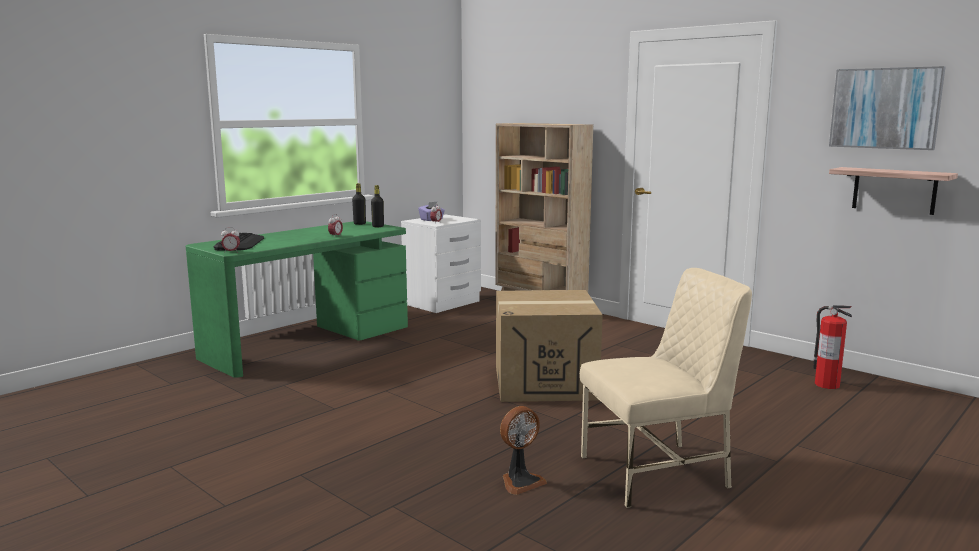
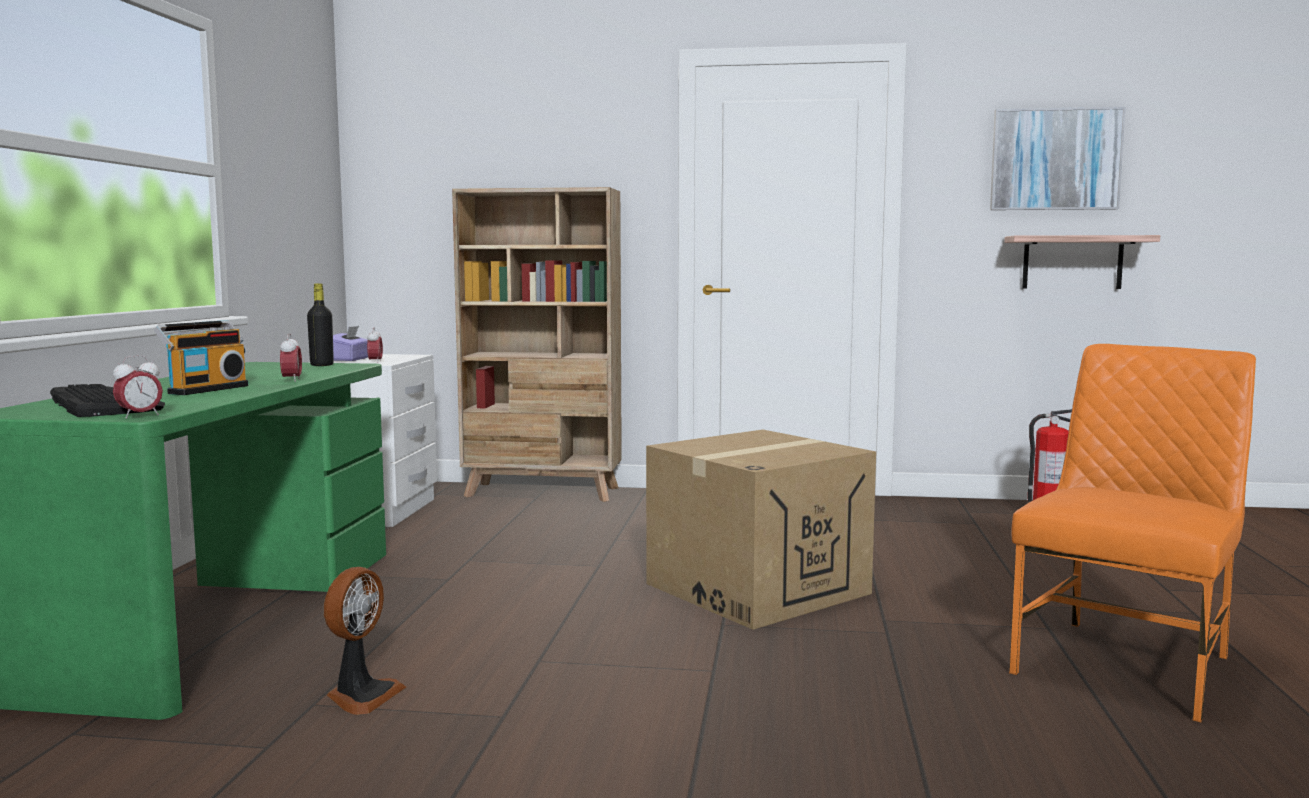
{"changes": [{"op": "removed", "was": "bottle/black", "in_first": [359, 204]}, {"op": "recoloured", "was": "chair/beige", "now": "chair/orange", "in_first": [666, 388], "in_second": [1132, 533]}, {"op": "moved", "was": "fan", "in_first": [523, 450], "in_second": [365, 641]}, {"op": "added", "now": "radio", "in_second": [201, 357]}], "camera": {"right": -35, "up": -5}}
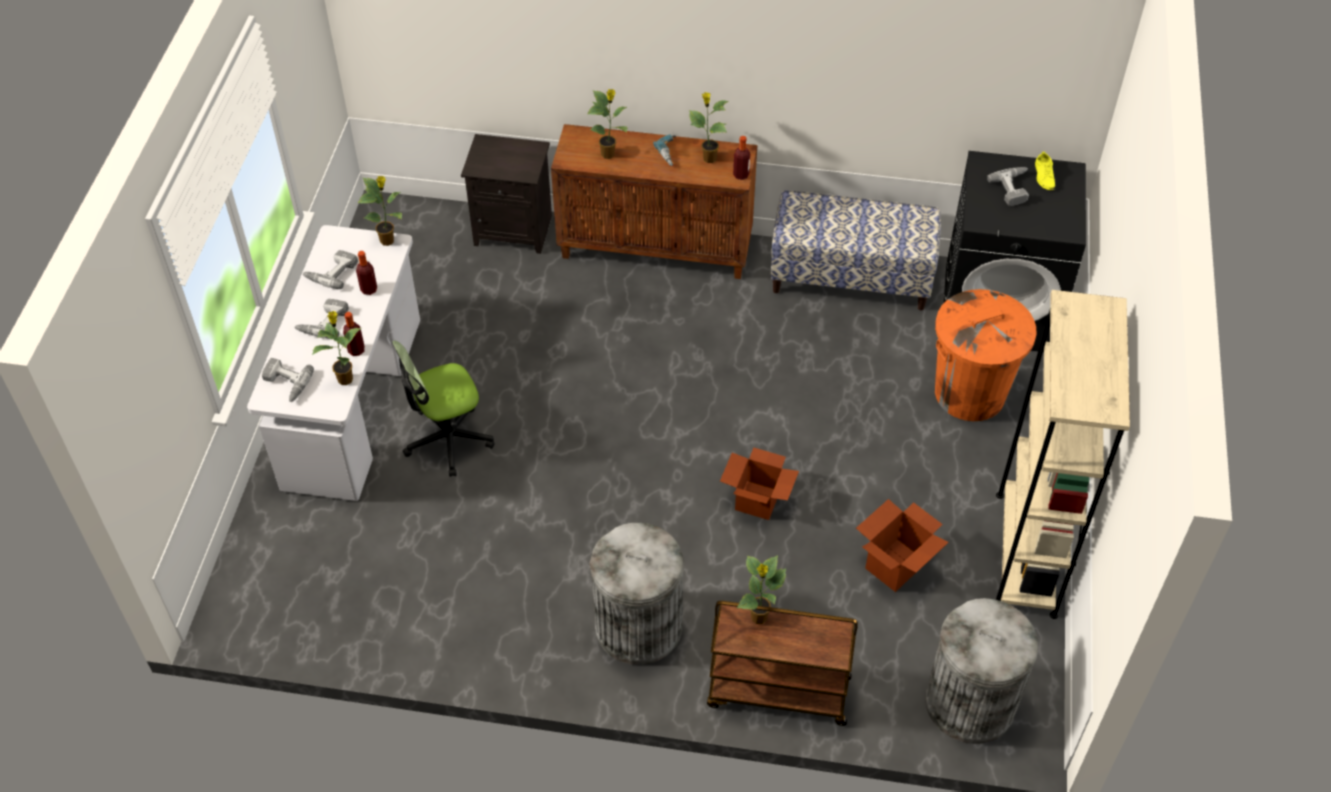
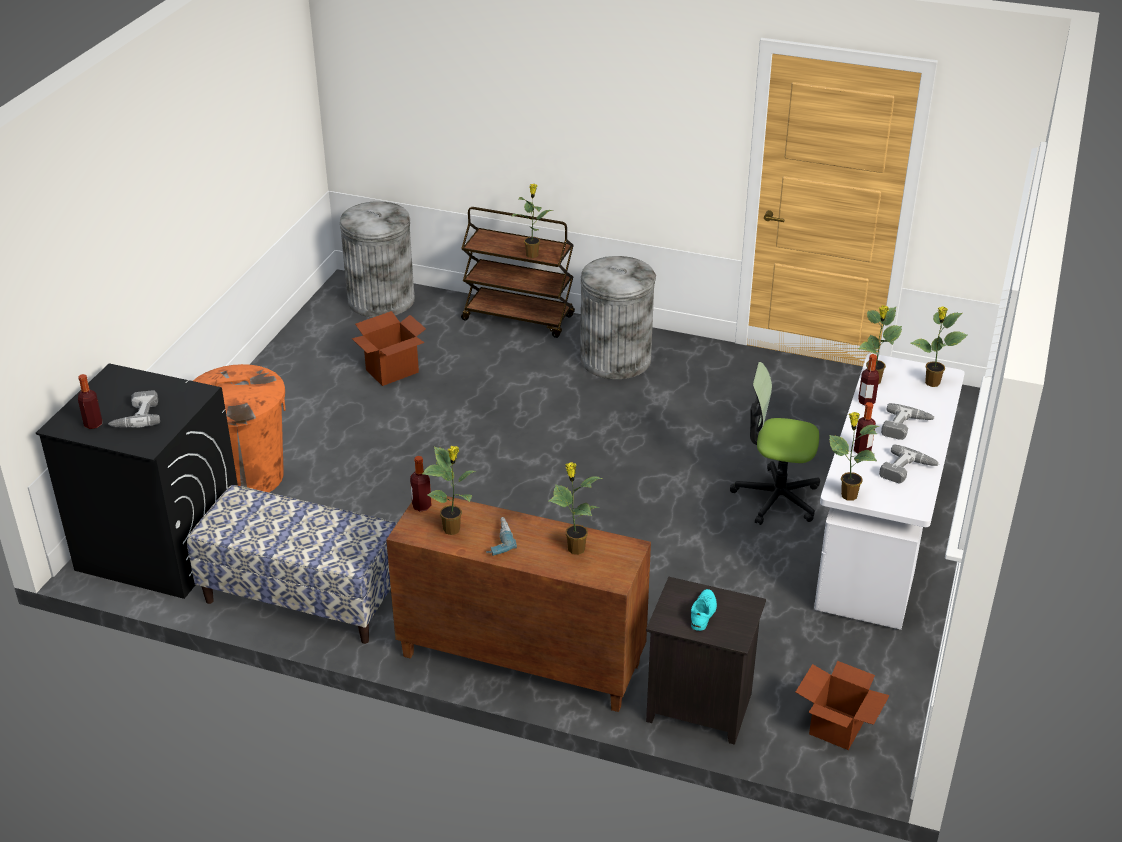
{"changes": [{"op": "replaced", "was": "shoe/yellow", "now": "bottle", "in_first": [1045, 171], "in_second": [90, 401]}, {"op": "removed", "was": "bookcase/beige", "in_first": [1063, 454]}, {"op": "turned", "was": "office chair", "in_first": [443, 409], "in_second": [775, 443], "clockwise": -150}, {"op": "replaced", "was": "power drill", "now": "potted plant", "in_first": [288, 380], "in_second": [939, 346]}, {"op": "moved", "was": "cardboard box", "in_first": [759, 483], "in_second": [843, 705]}, {"op": "added", "now": "shoe/turquoise", "in_second": [704, 610]}], "camera": {"right": -170, "up": -15}}
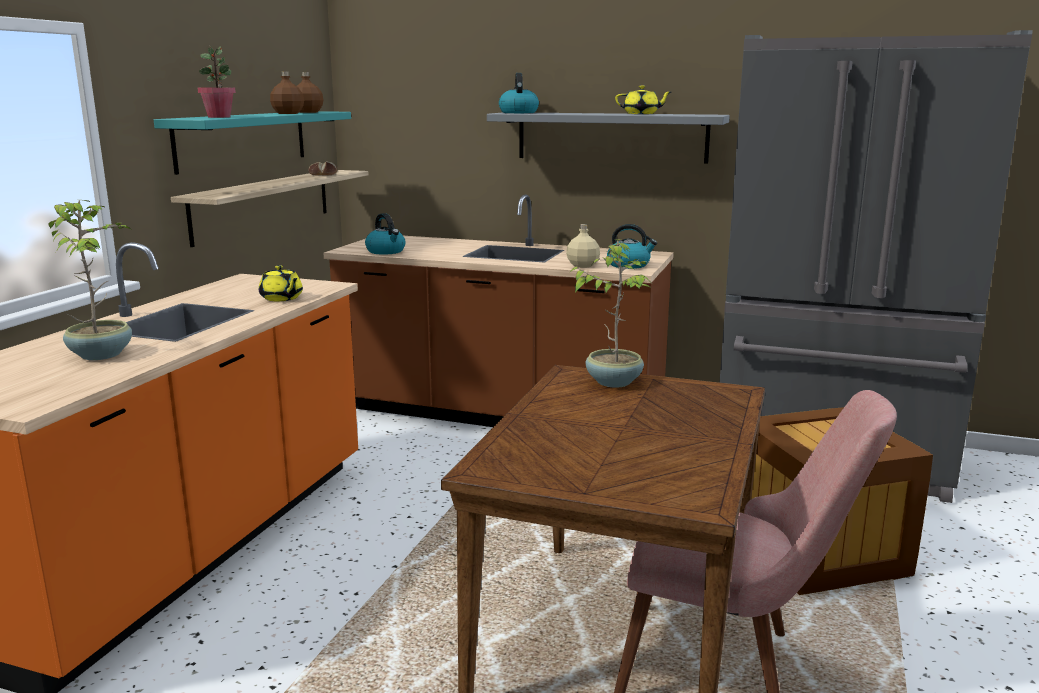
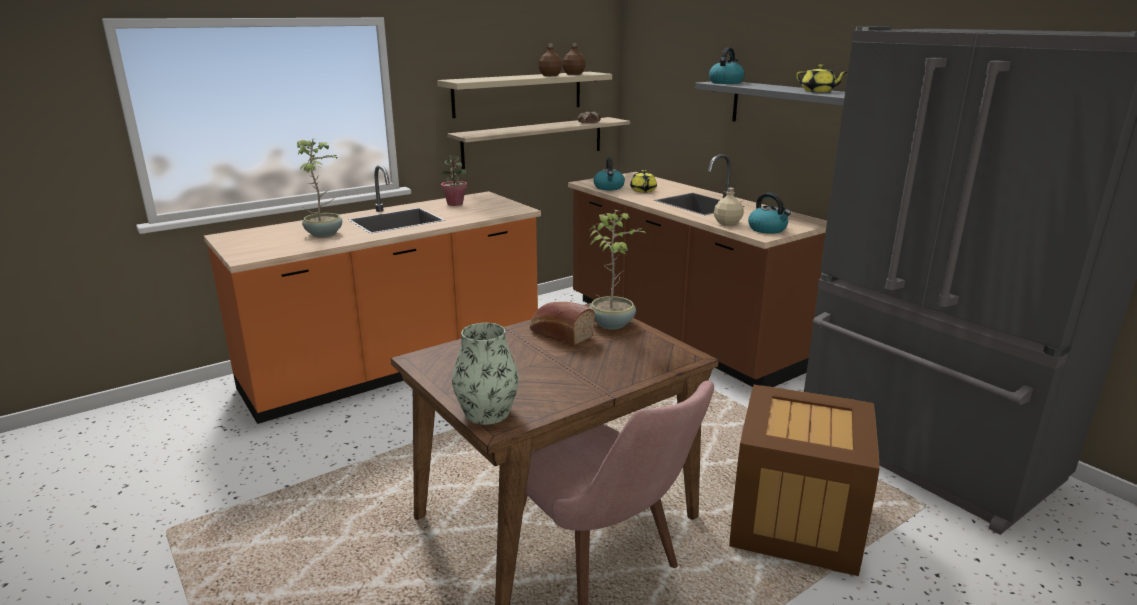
{"changes": [{"op": "moved", "was": "potted plant", "in_first": [217, 82], "in_second": [454, 180]}, {"op": "recoloured", "was": "shelf/turquoise", "now": "shelf/beige", "in_first": [252, 143], "in_second": [524, 95]}, {"op": "moved", "was": "teapot/yellow", "in_first": [281, 283], "in_second": [643, 181]}, {"op": "added", "now": "bread", "in_second": [562, 324]}, {"op": "added", "now": "vase", "in_second": [485, 374]}], "camera": {"right": 35, "up": 5}}
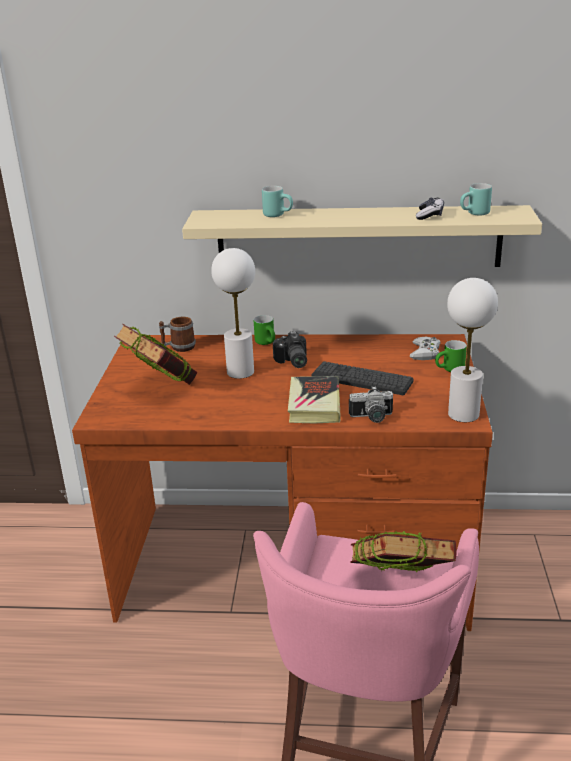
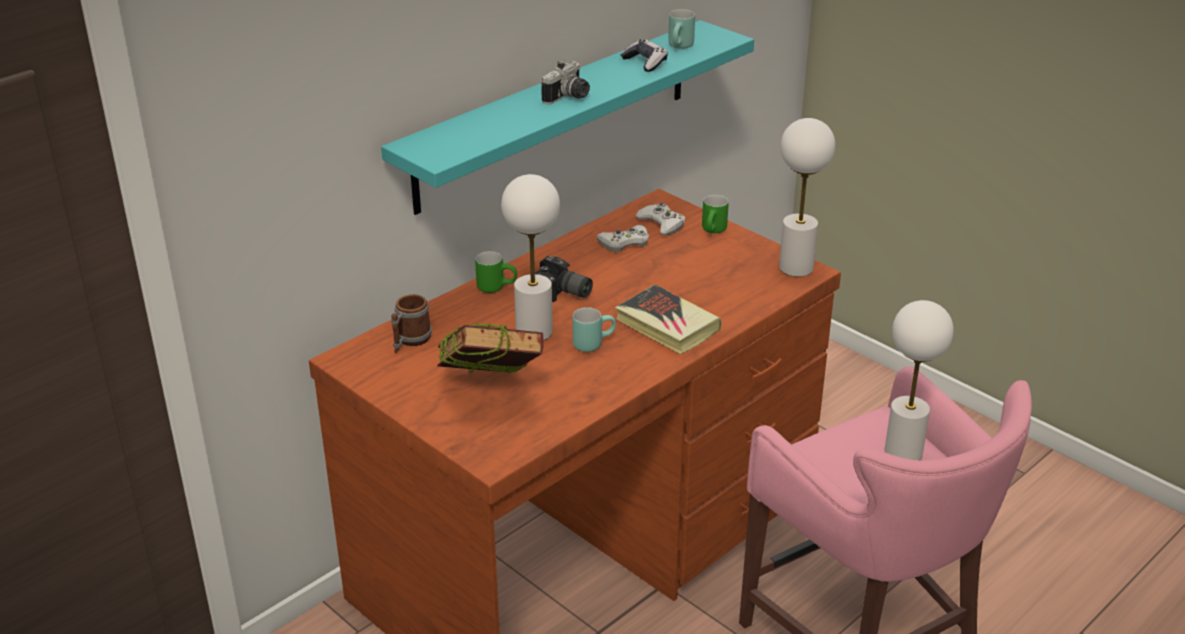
{"changes": [{"op": "moved", "was": "mug/turquoise", "in_first": [277, 201], "in_second": [594, 329]}, {"op": "recoloured", "was": "shelf/beige", "now": "shelf/turquoise", "in_first": [362, 236], "in_second": [567, 117]}, {"op": "removed", "was": "keyboard", "in_first": [362, 378]}, {"op": "moved", "was": "photo camera", "in_first": [371, 404], "in_second": [565, 82]}, {"op": "replaced", "was": "book", "now": "table lamp/white", "in_first": [403, 551], "in_second": [919, 380]}, {"op": "added", "now": "game controller/white", "in_second": [623, 238]}], "camera": {"right": -50, "up": 5}}
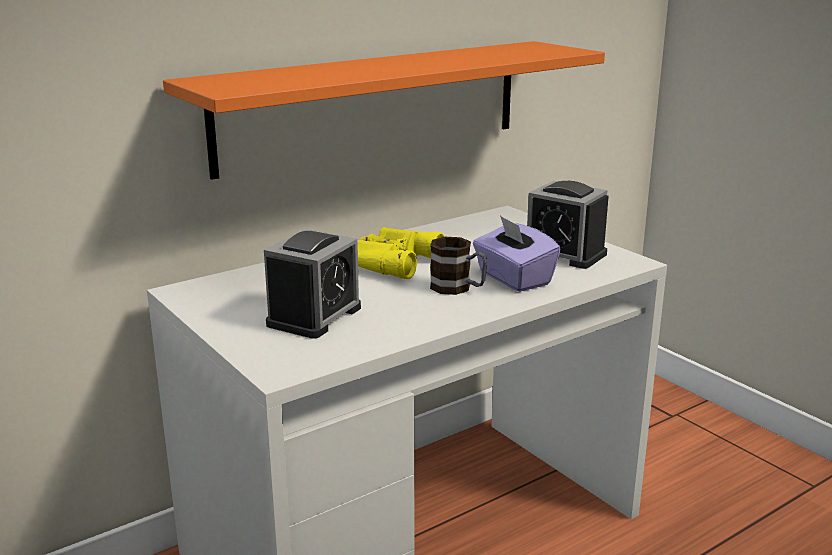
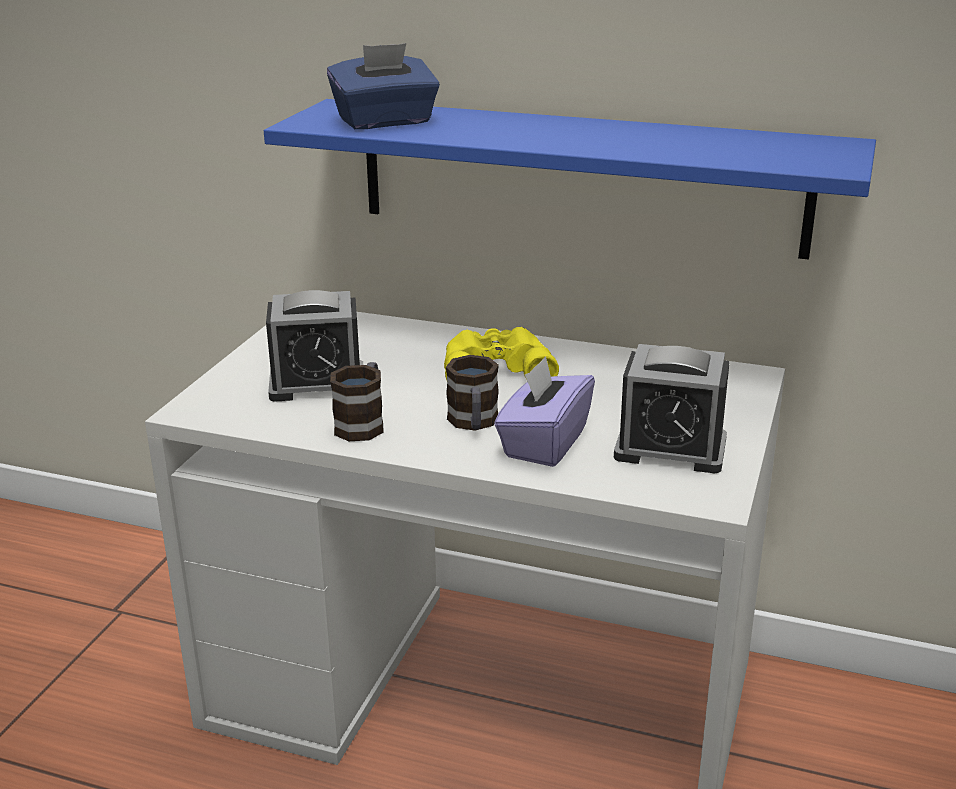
{"changes": [{"op": "recoloured", "was": "shelf/orange", "now": "shelf/blue", "in_first": [384, 110], "in_second": [570, 179]}, {"op": "turned", "was": "alarm clock", "in_first": [568, 225], "in_second": [672, 408], "clockwise": -75}, {"op": "added", "now": "tissue box/blue", "in_second": [383, 86]}, {"op": "added", "now": "mug", "in_second": [357, 401]}], "camera": {"right": 55, "up": 5}}
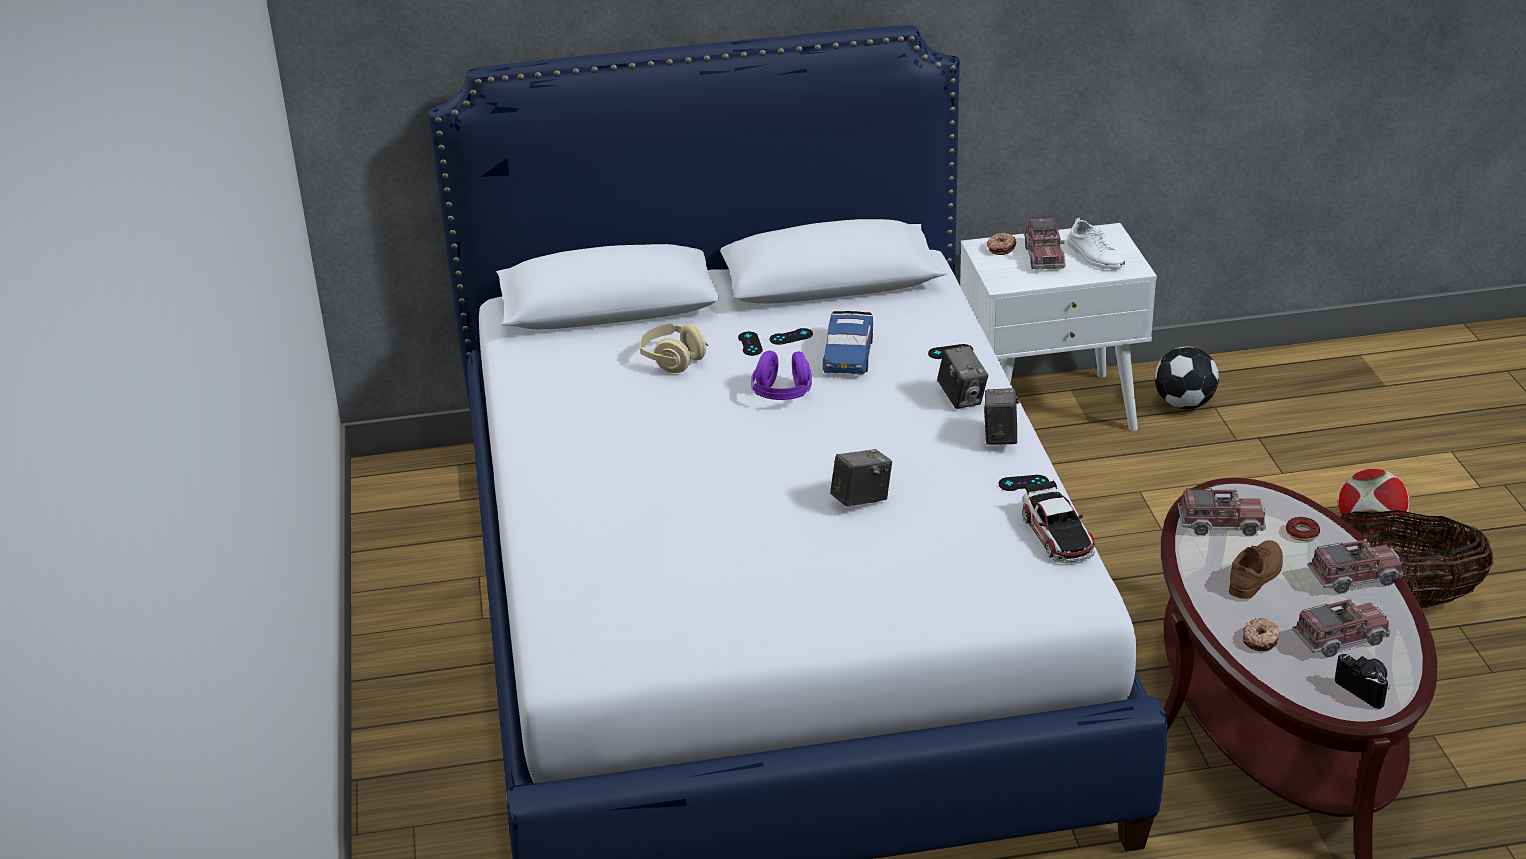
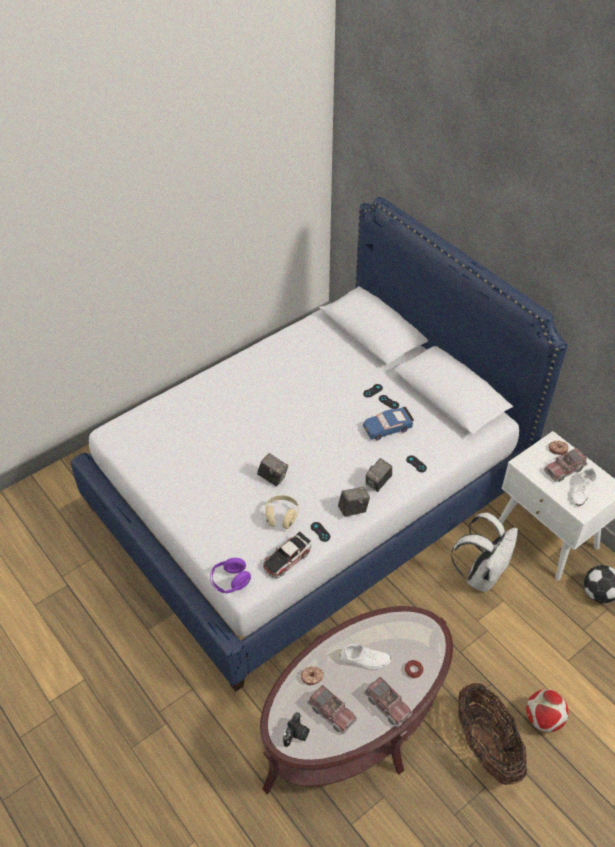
{"changes": [{"op": "moved", "was": "headphones/beige", "in_first": [673, 348], "in_second": [282, 512]}, {"op": "moved", "was": "headphones/purple", "in_first": [781, 375], "in_second": [230, 575]}, {"op": "removed", "was": "toy truck", "in_first": [1222, 512]}, {"op": "recoloured", "was": "shoe/brown", "now": "shoe/white", "in_first": [1256, 569], "in_second": [365, 657]}, {"op": "added", "now": "backpack/white", "in_second": [484, 552]}], "camera": {"right": 60, "up": 15}}
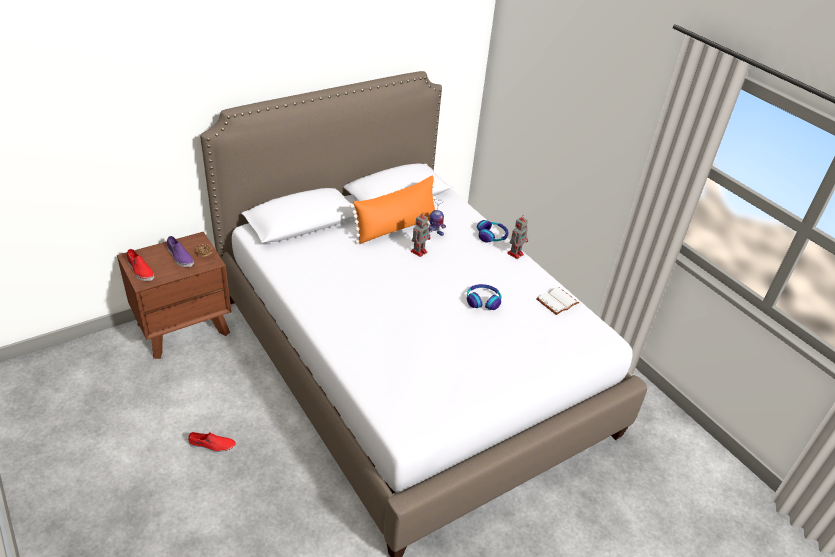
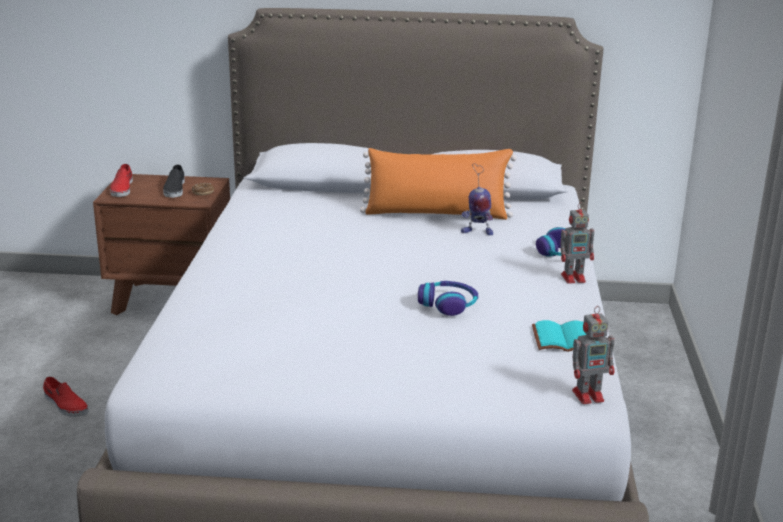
{"changes": [{"op": "moved", "was": "toy robot", "in_first": [420, 234], "in_second": [593, 355]}, {"op": "recoloured", "was": "shoe/purple", "now": "shoe/black", "in_first": [180, 251], "in_second": [174, 181]}, {"op": "recoloured", "was": "book/white", "now": "book/turquoise", "in_first": [557, 301], "in_second": [559, 336]}], "camera": {"right": 40, "up": -15}}
